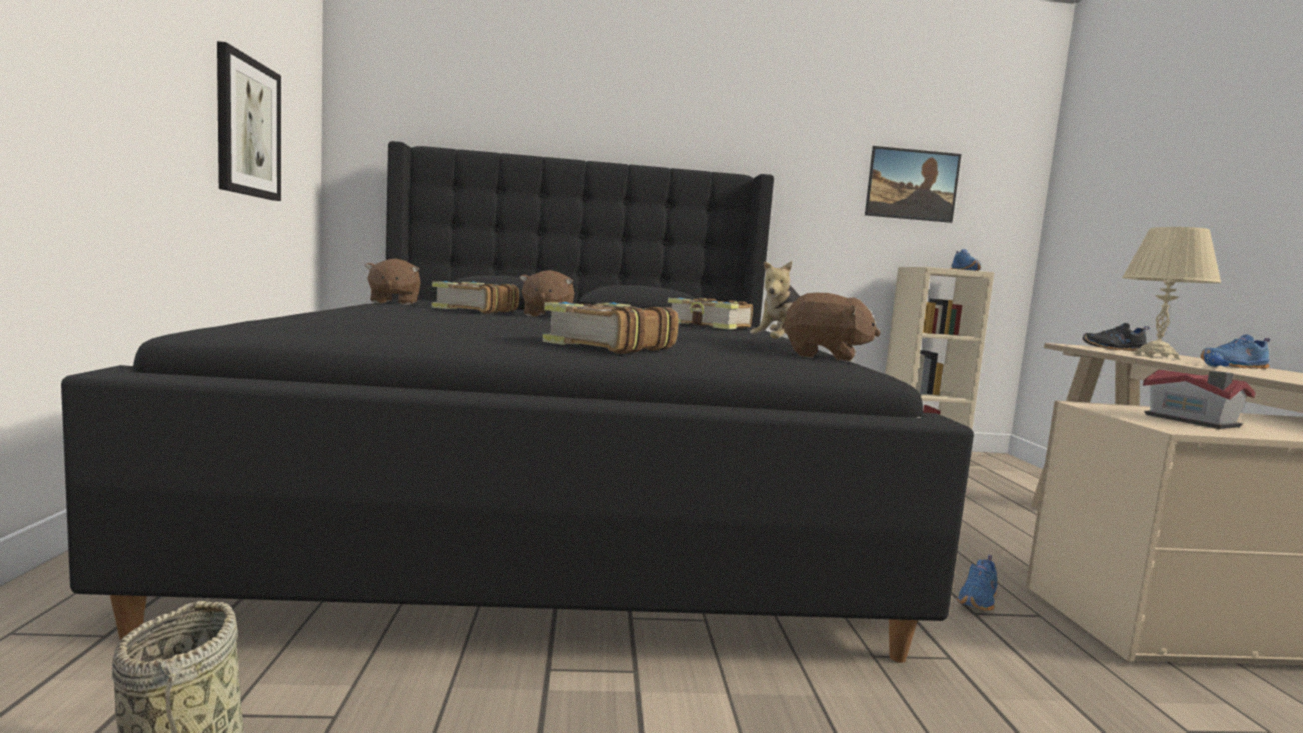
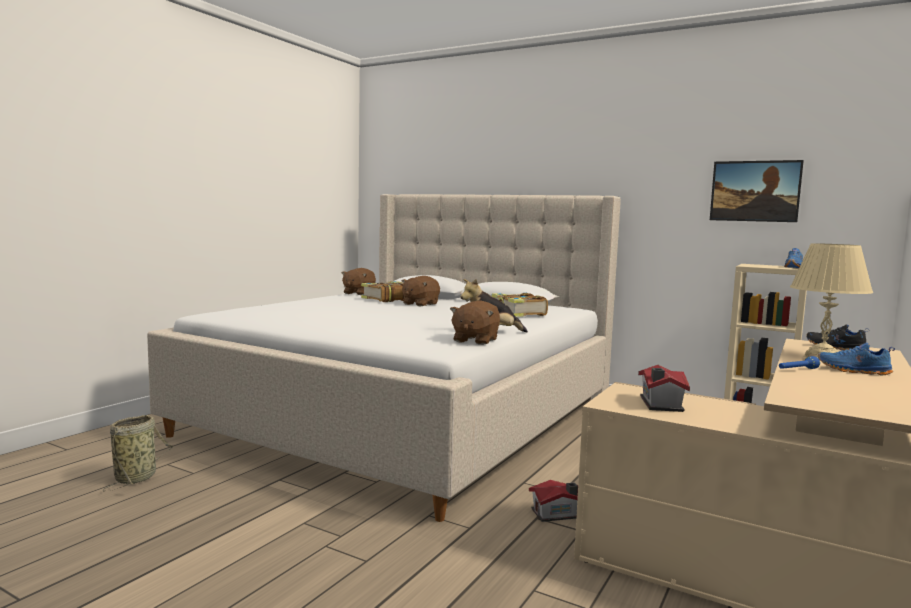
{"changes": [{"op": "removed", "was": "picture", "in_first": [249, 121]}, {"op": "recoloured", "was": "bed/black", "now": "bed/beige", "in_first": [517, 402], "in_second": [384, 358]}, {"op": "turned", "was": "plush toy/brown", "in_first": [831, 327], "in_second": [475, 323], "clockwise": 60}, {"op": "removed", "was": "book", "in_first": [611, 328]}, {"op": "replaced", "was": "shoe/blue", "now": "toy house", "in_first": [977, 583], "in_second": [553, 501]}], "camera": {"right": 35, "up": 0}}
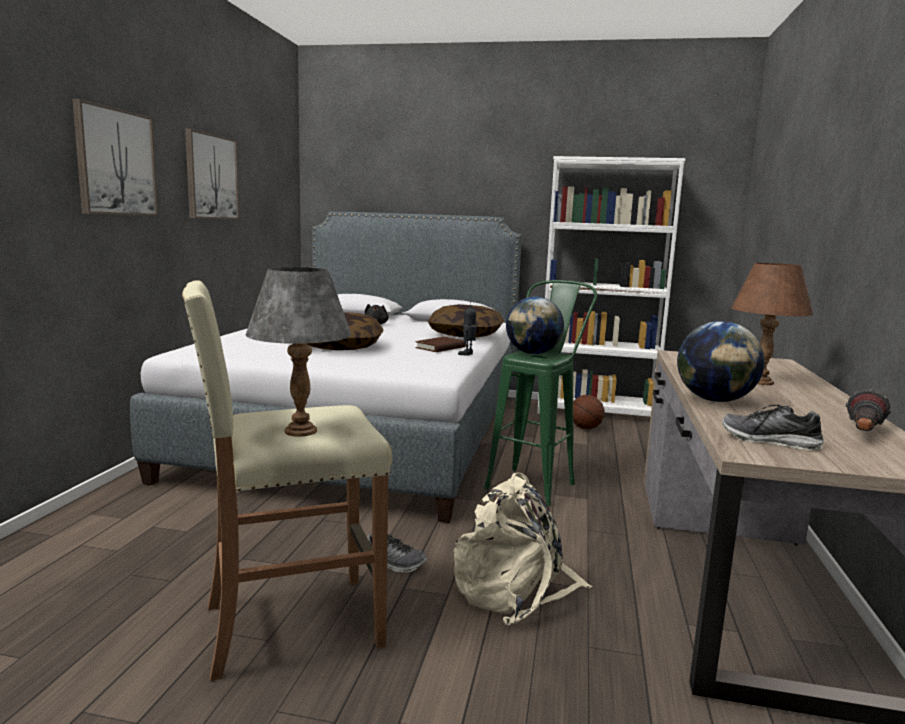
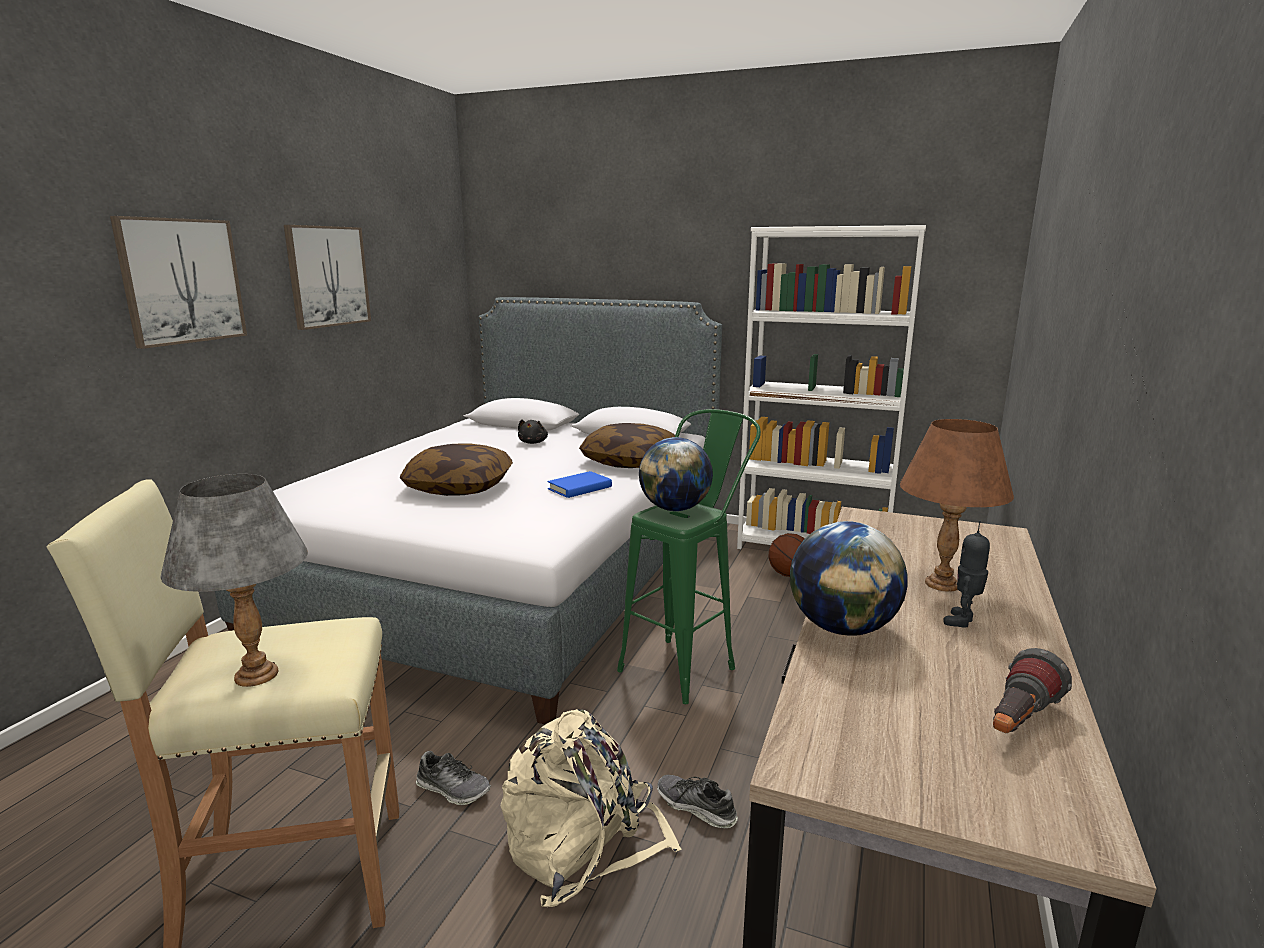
{"changes": [{"op": "moved", "was": "toy robot", "in_first": [467, 328], "in_second": [966, 574]}, {"op": "recoloured", "was": "book/brown", "now": "book/blue", "in_first": [440, 344], "in_second": [579, 484]}, {"op": "moved", "was": "shoe", "in_first": [773, 427], "in_second": [697, 801]}], "camera": {"right": 10, "up": 5}}
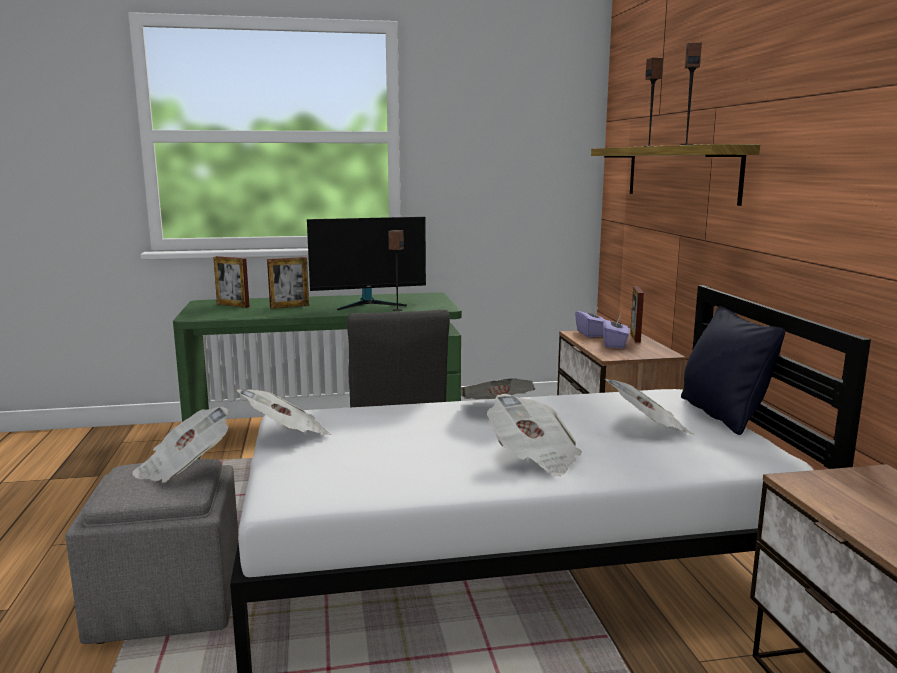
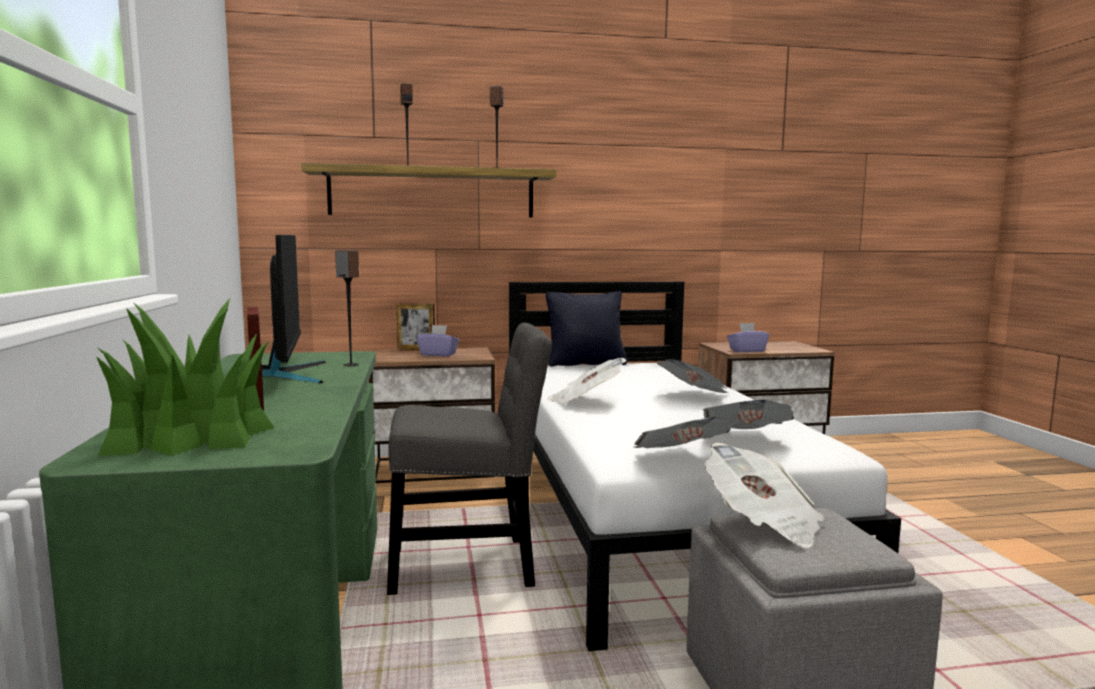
{"changes": [{"op": "replaced", "was": "picture frame", "now": "potted plant", "in_first": [231, 282], "in_second": [185, 377]}, {"op": "moved", "was": "tissue box/purple", "in_first": [589, 321], "in_second": [748, 337]}, {"op": "moved", "was": "newspaper", "in_first": [649, 406], "in_second": [749, 414]}], "camera": {"right": -90, "up": -5}}
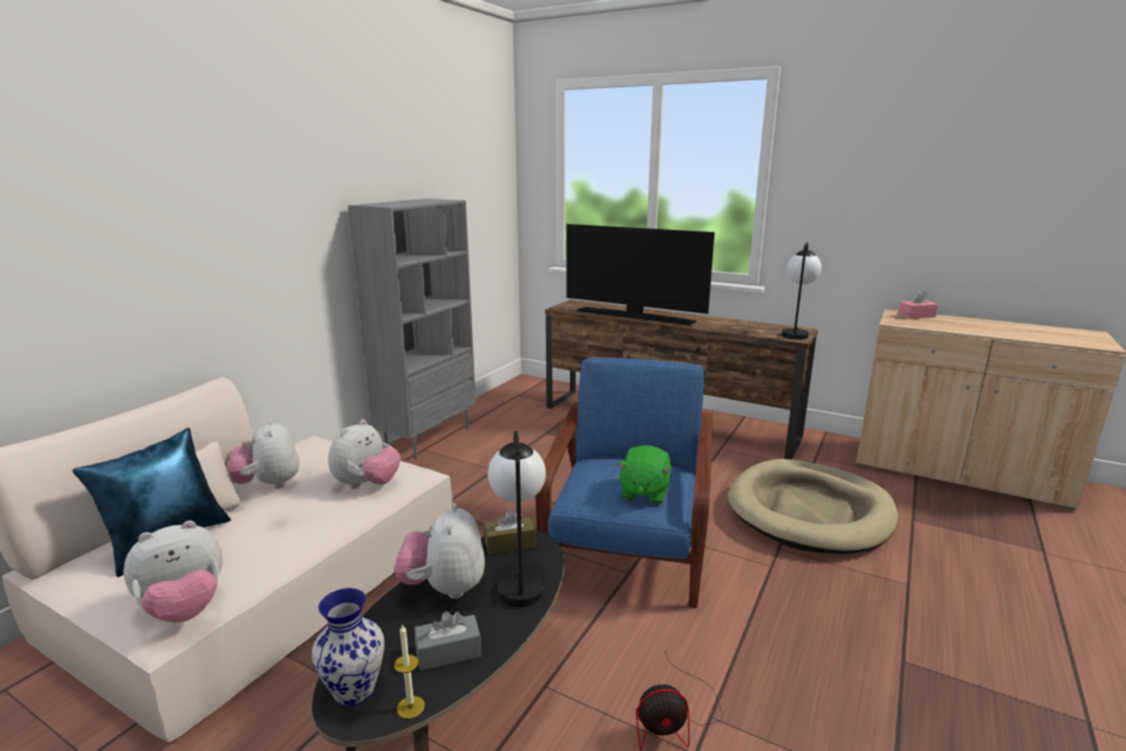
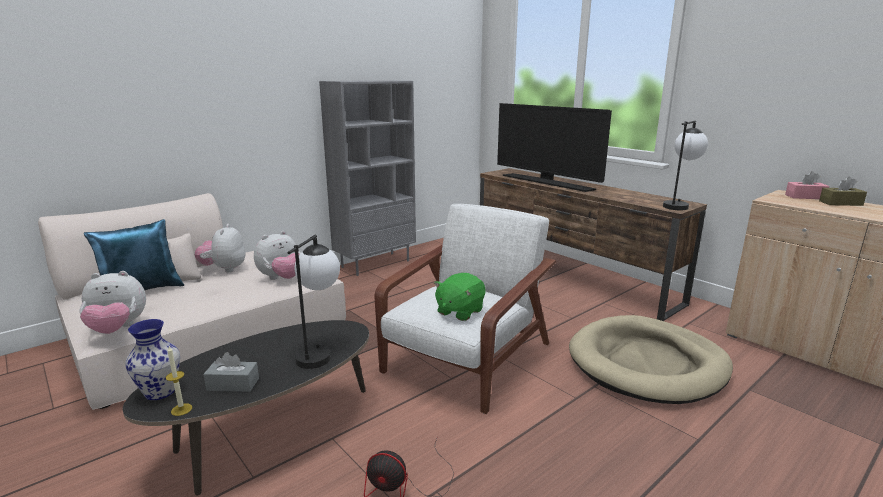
{"changes": [{"op": "recoloured", "was": "armchair/blue", "now": "armchair/white", "in_first": [624, 483], "in_second": [465, 309]}, {"op": "removed", "was": "plush toy", "in_first": [440, 551]}, {"op": "moved", "was": "tissue box/brown", "in_first": [510, 532], "in_second": [843, 191]}], "camera": {"right": 20, "up": 0}}
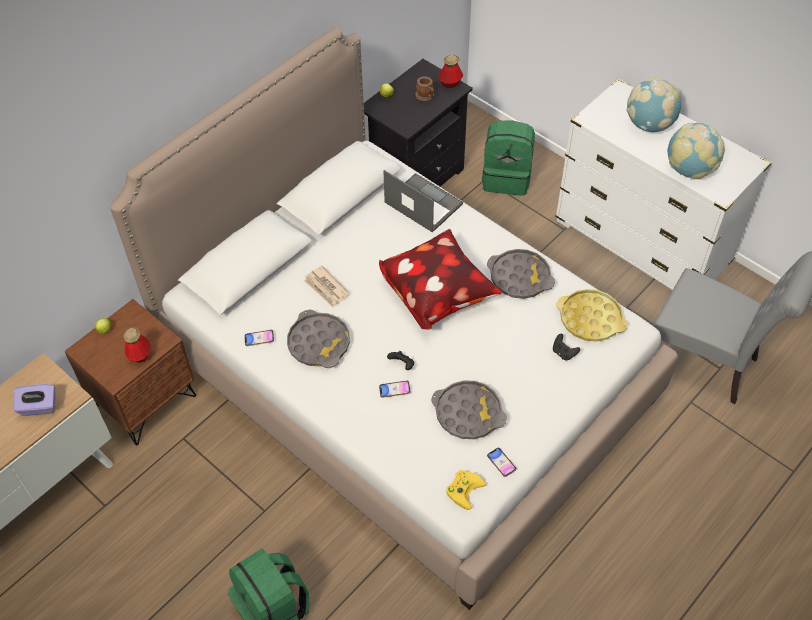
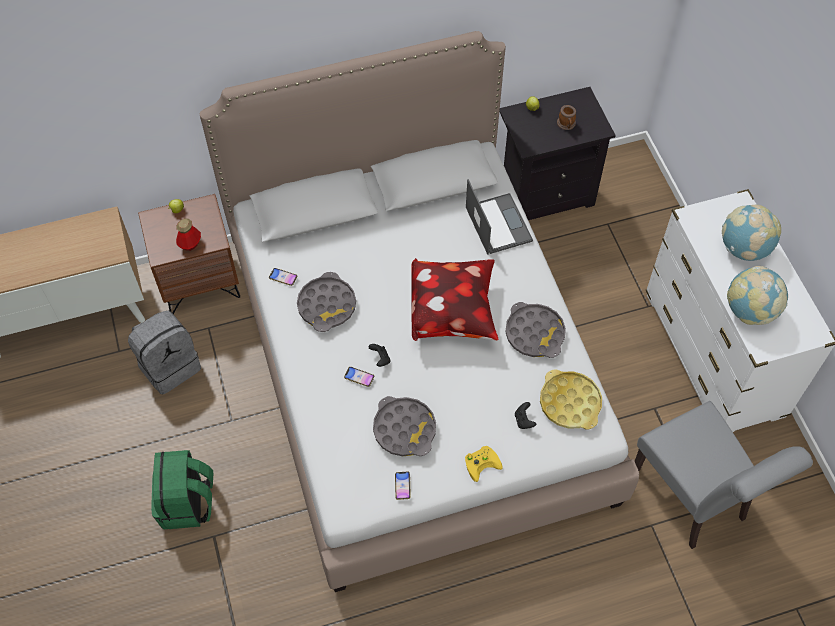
{"changes": [{"op": "removed", "was": "bottle", "in_first": [450, 71]}, {"op": "removed", "was": "backpack/green", "in_first": [508, 157]}, {"op": "removed", "was": "newspaper", "in_first": [327, 287]}, {"op": "removed", "was": "tissue box/purple", "in_first": [35, 400]}, {"op": "moved", "was": "game controller/yellow", "in_first": [466, 490], "in_second": [484, 464]}, {"op": "added", "now": "backpack/grey", "in_second": [164, 352]}], "camera": {"right": 30, "up": 5}}
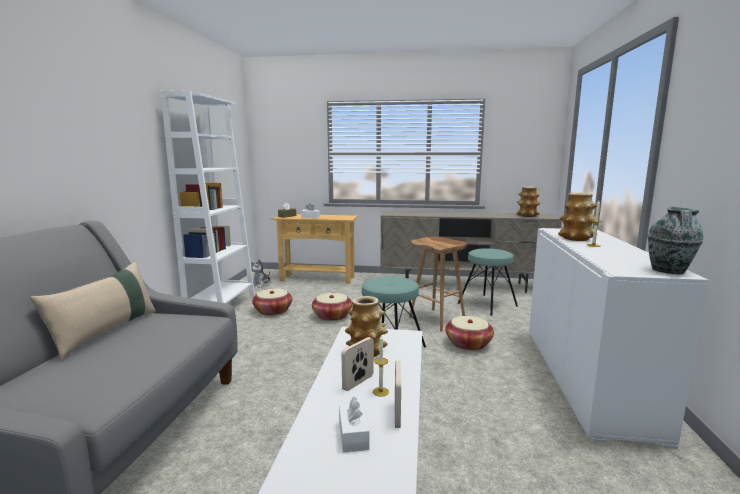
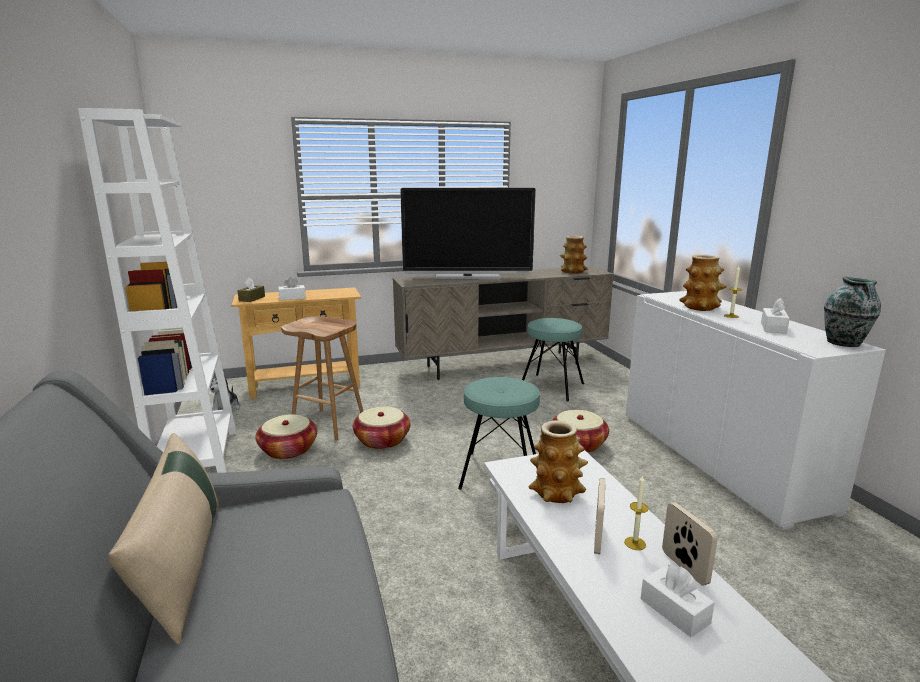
{"changes": [{"op": "moved", "was": "stool/brown", "in_first": [438, 284], "in_second": [322, 378]}, {"op": "added", "now": "television", "in_second": [468, 234]}, {"op": "added", "now": "tissue box/white", "in_second": [775, 316]}], "camera": {"right": -25, "up": 5}}
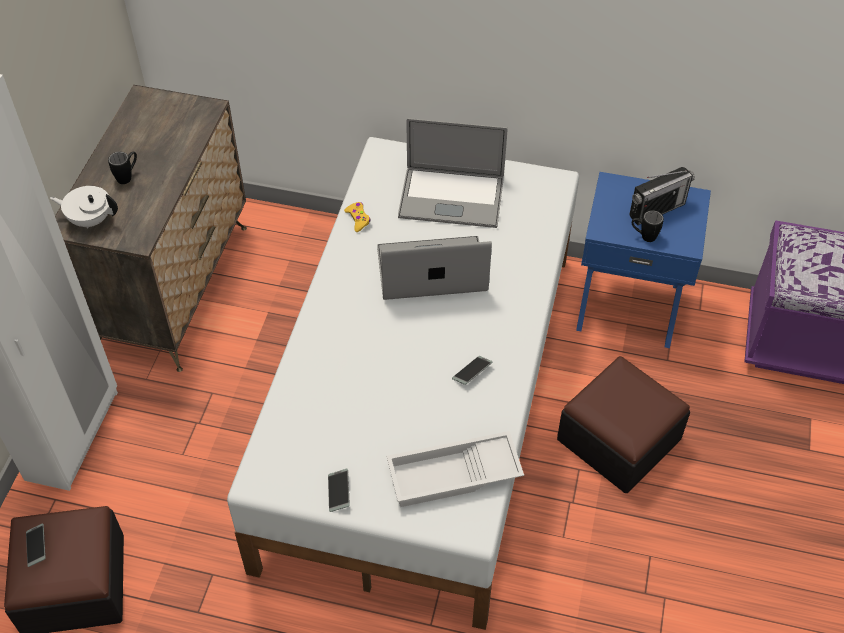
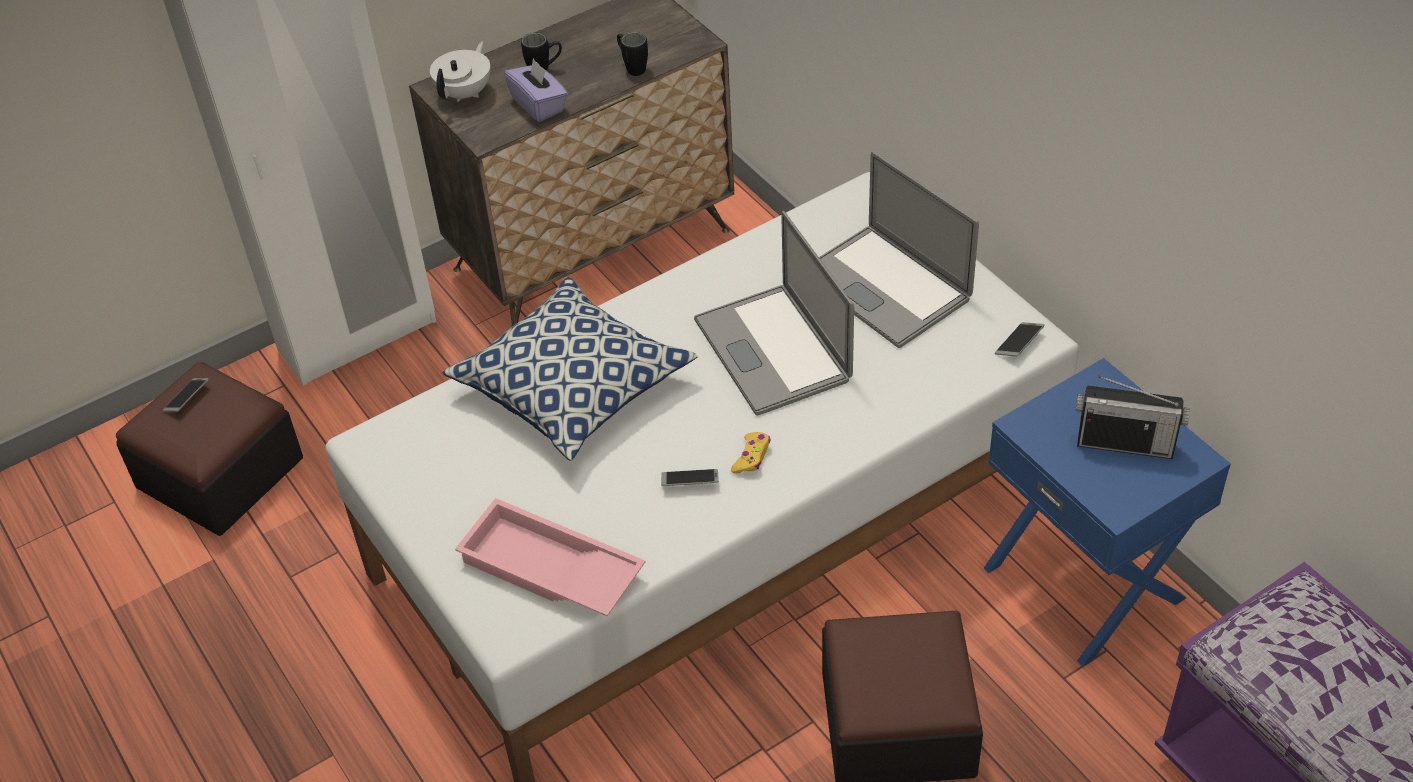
{"changes": [{"op": "turned", "was": "teapot/white", "in_first": [84, 207], "in_second": [460, 71], "clockwise": 60}, {"op": "moved", "was": "game controller/yellow", "in_first": [357, 217], "in_second": [750, 452]}, {"op": "moved", "was": "mug/black", "in_first": [648, 226], "in_second": [632, 54]}, {"op": "turned", "was": "laptop", "in_first": [434, 268], "in_second": [774, 313], "clockwise": -150}, {"op": "recoloured", "was": "tray/white", "now": "tray/pink", "in_first": [455, 469], "in_second": [550, 557]}, {"op": "moved", "was": "phone", "in_first": [339, 490], "in_second": [1019, 339]}, {"op": "added", "now": "tissue box/purple", "in_second": [536, 90]}, {"op": "added", "now": "pillow", "in_second": [570, 369]}], "camera": {"right": 45, "up": -5}}
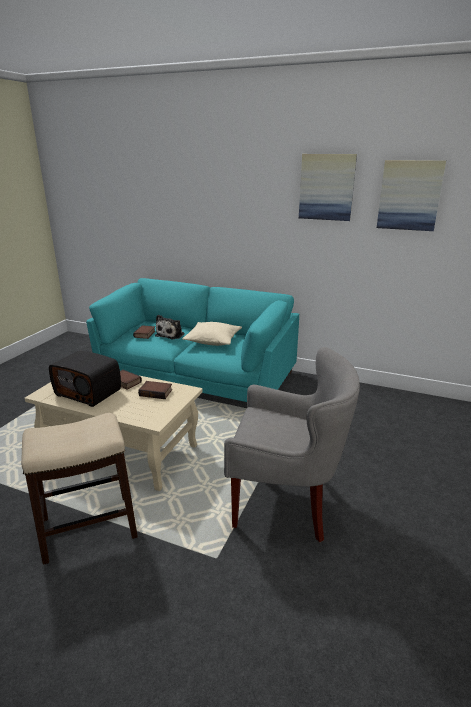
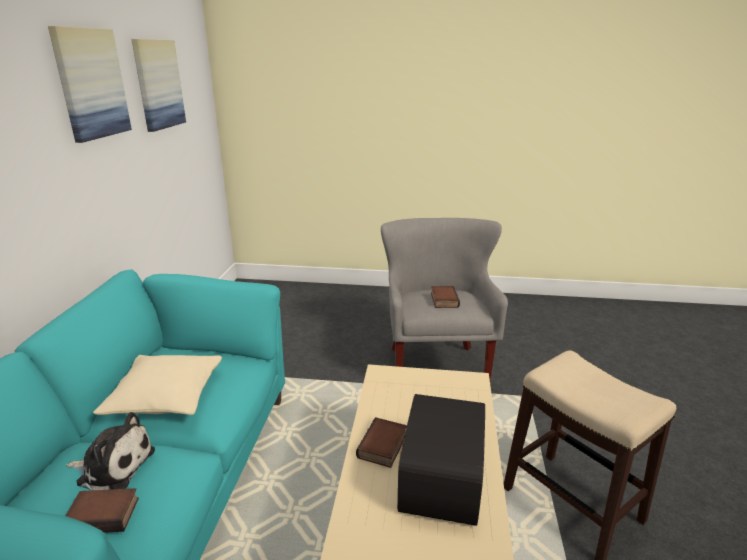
{"changes": [{"op": "moved", "was": "book", "in_first": [155, 390], "in_second": [445, 297]}], "camera": {"right": -105, "up": 0}}
